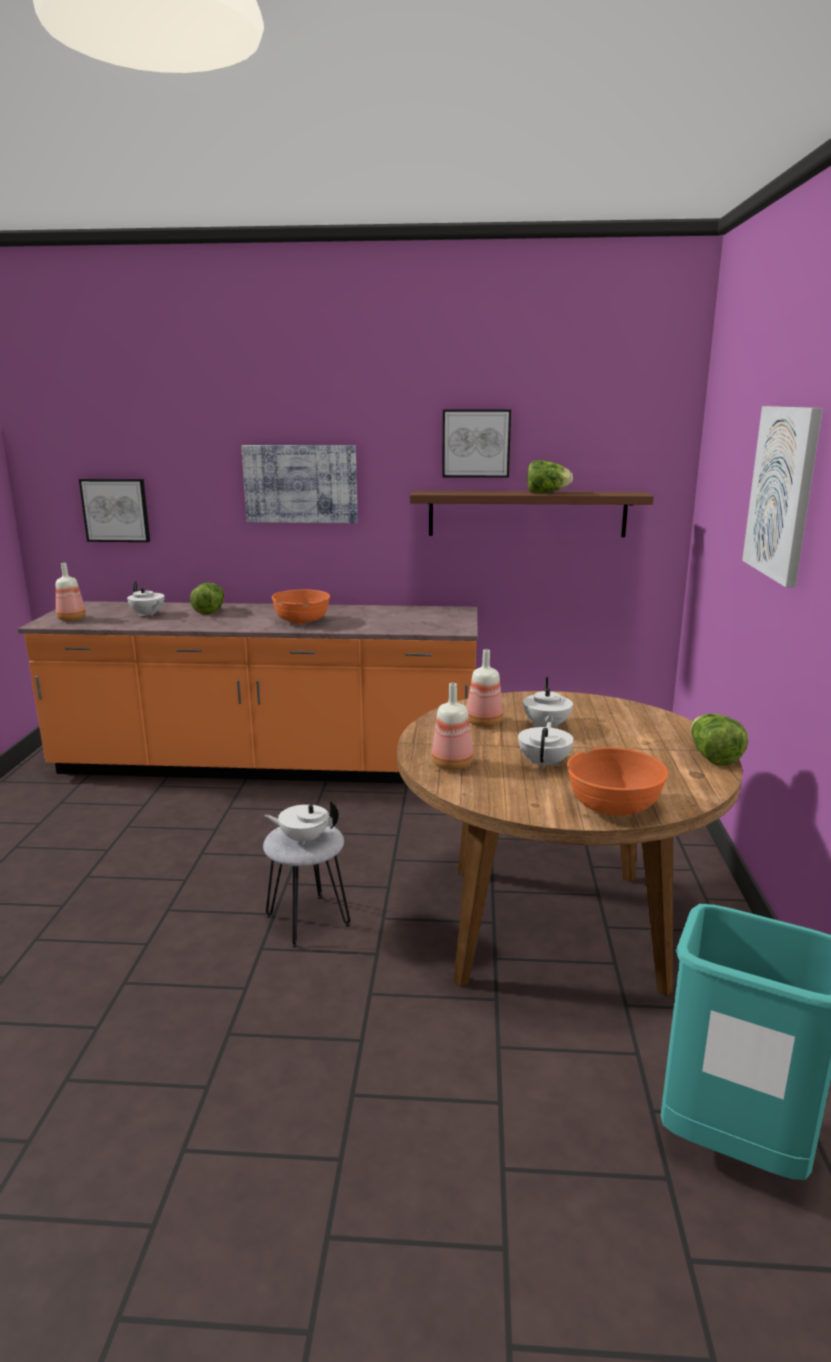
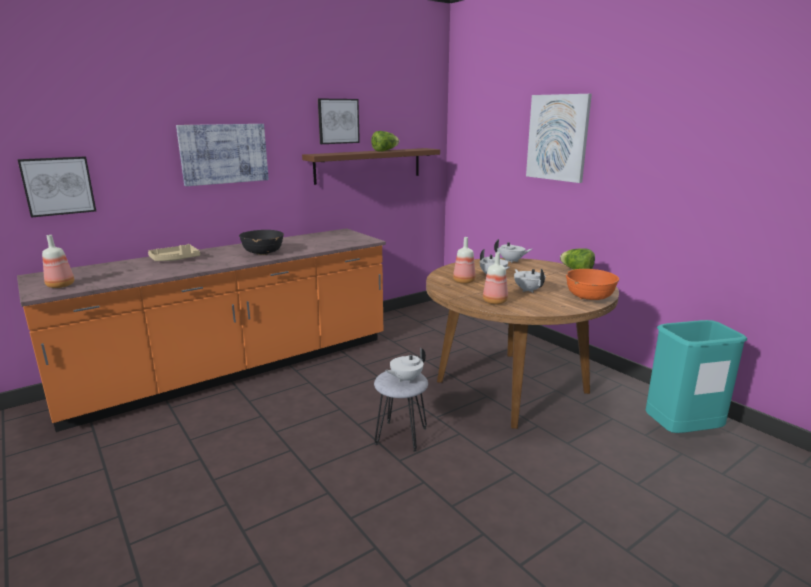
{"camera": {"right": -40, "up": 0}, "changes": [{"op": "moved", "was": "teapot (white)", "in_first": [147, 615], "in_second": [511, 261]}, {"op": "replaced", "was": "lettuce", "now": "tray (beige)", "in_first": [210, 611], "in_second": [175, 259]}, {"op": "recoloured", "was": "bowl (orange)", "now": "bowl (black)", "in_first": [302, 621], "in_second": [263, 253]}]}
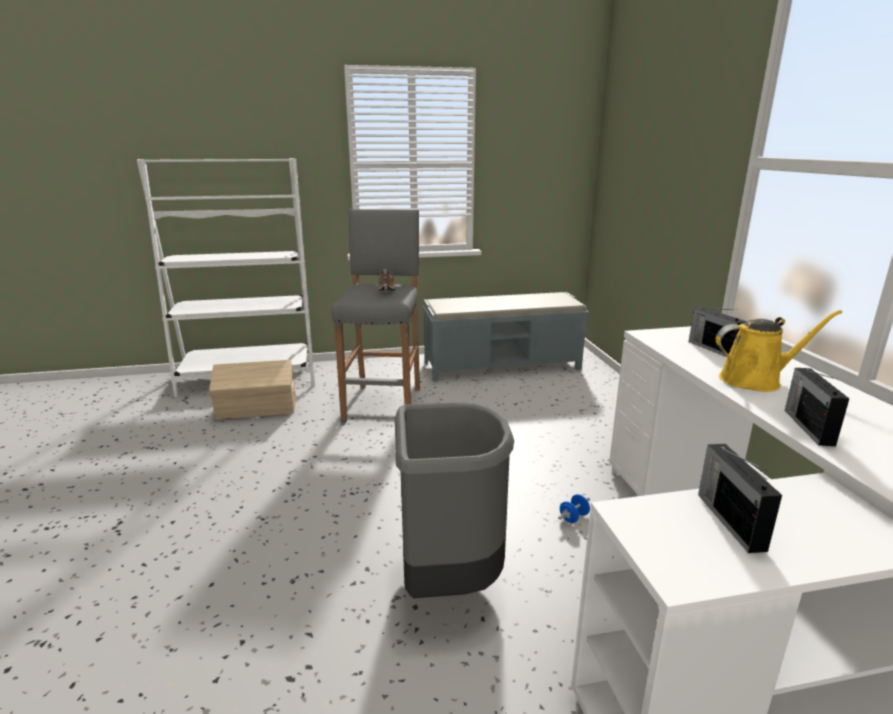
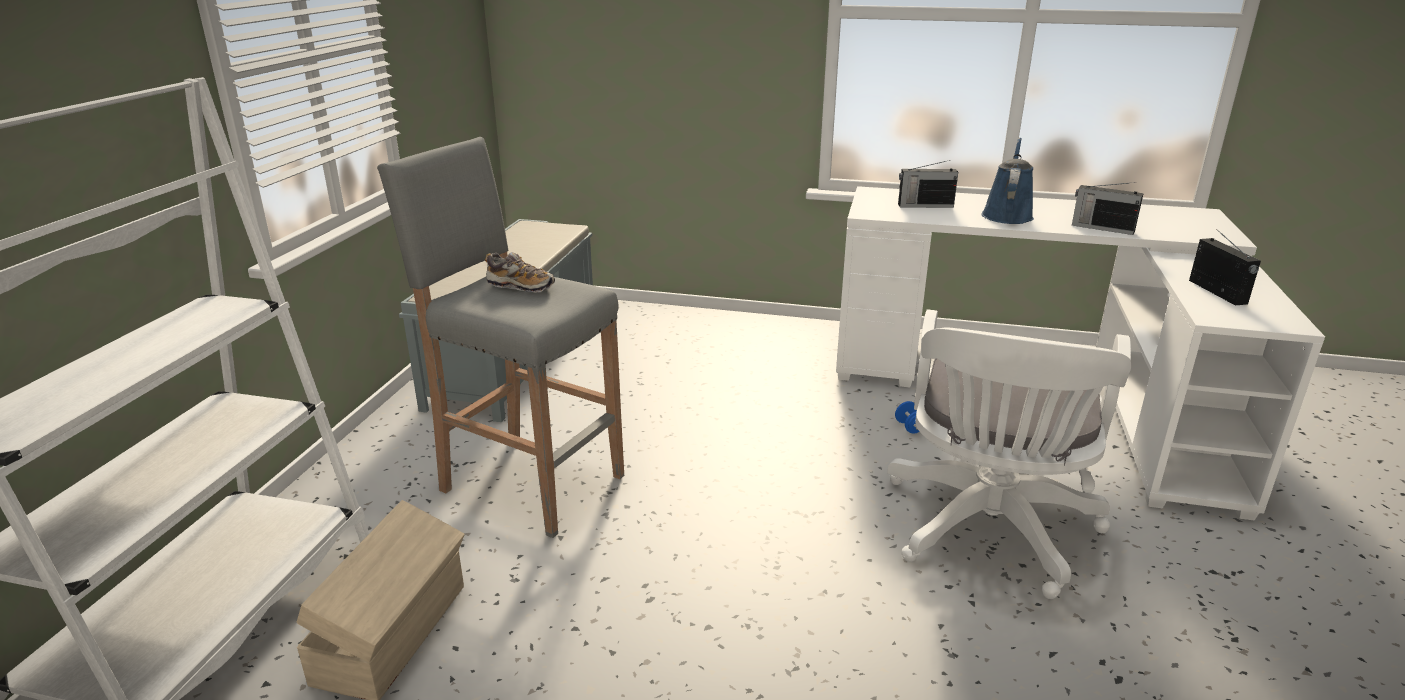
{"camera": {"right": -65, "up": 5}, "changes": [{"op": "replaced", "was": "trash can (grey)", "now": "office chair (white)", "in_first": [449, 581], "in_second": [988, 532]}, {"op": "recoloured", "was": "watering can (yellow)", "now": "watering can (blue)", "in_first": [755, 380], "in_second": [1007, 215]}, {"op": "turned", "was": "radio", "in_first": [729, 520], "in_second": [1218, 292], "clockwise": -120}]}
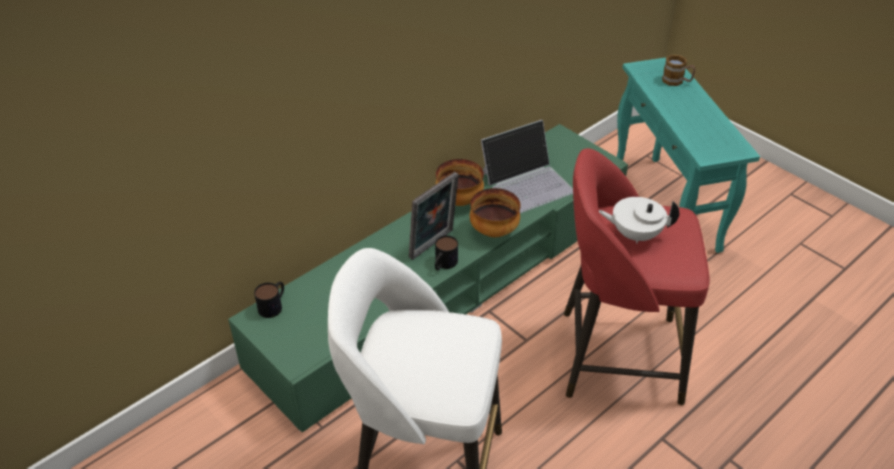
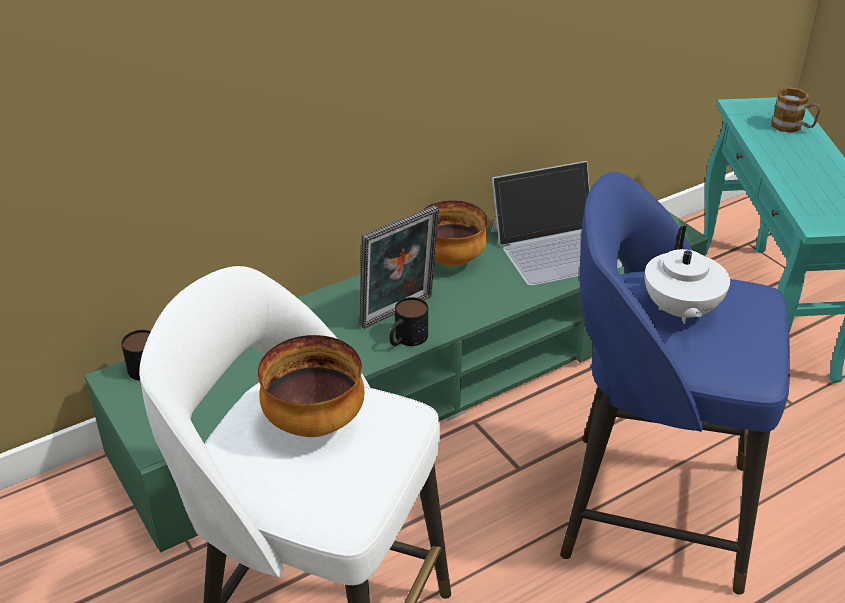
{"camera": {"right": 10, "up": -5}, "changes": [{"op": "moved", "was": "bowl", "in_first": [493, 230], "in_second": [314, 422]}, {"op": "recoloured", "was": "stool (red)", "now": "stool (blue)", "in_first": [615, 356], "in_second": [648, 508]}, {"op": "turned", "was": "teapot (white)", "in_first": [635, 234], "in_second": [680, 311], "clockwise": -105}]}
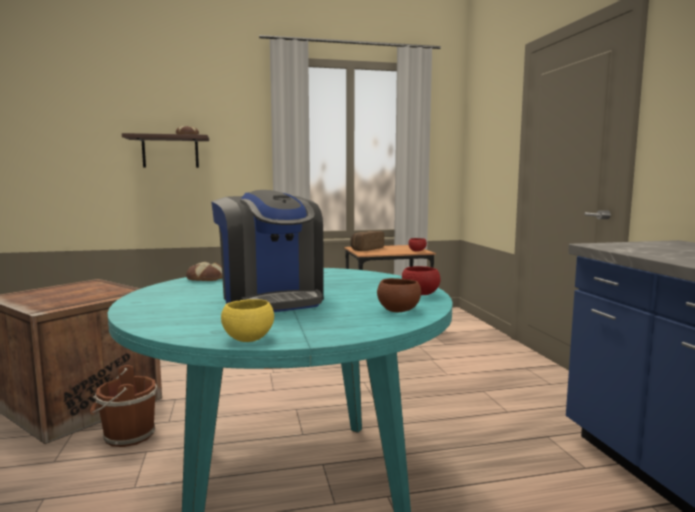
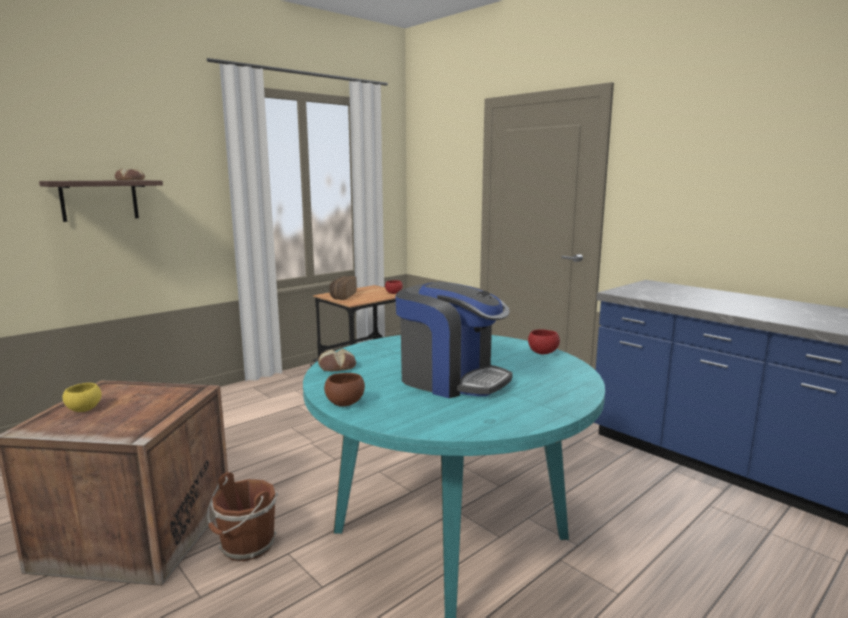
{"camera": {"right": -30, "up": 5}, "changes": [{"op": "moved", "was": "bowl (yellow)", "in_first": [248, 339], "in_second": [84, 409]}, {"op": "moved", "was": "bowl (brown)", "in_first": [398, 310], "in_second": [345, 403]}]}
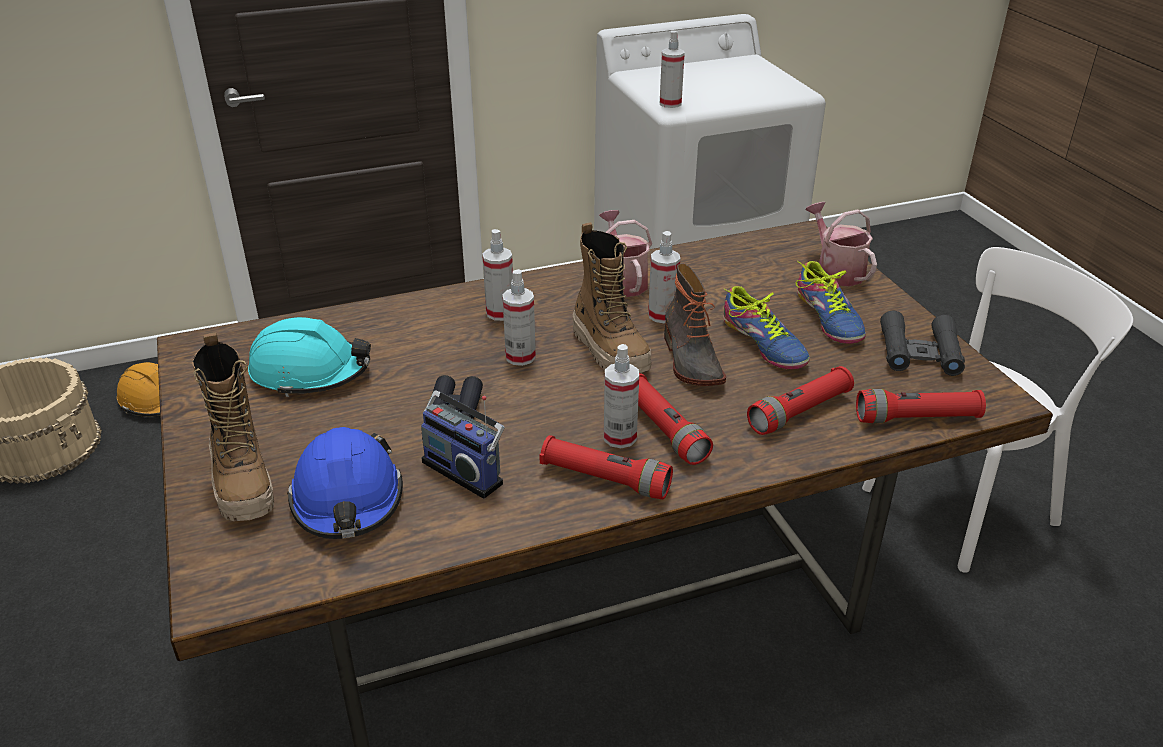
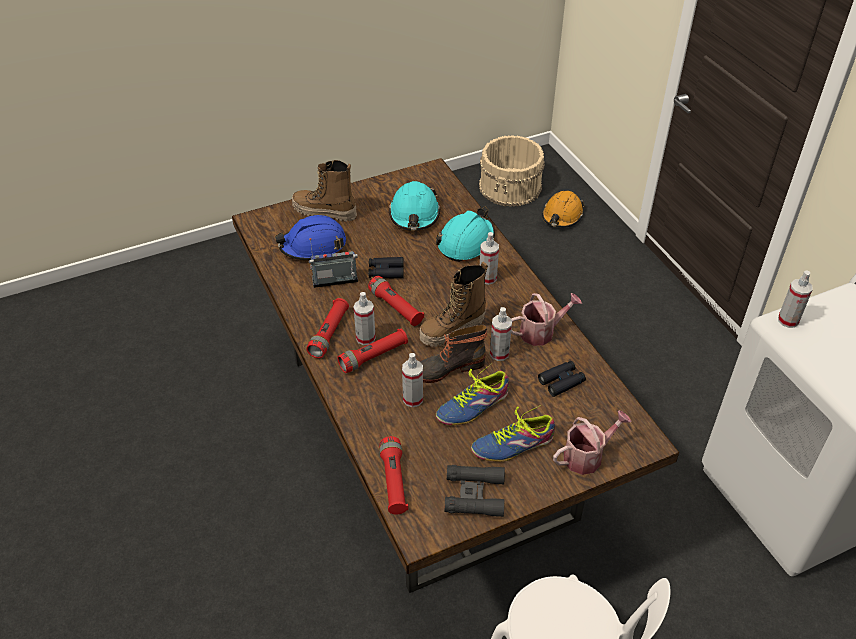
{"camera": {"right": 85, "up": 10}, "changes": [{"op": "added", "now": "hard hat (turquoise)", "in_second": [466, 242]}, {"op": "added", "now": "binoculars (black)", "in_second": [561, 382]}, {"op": "moved", "was": "spray bottle", "in_first": [520, 357], "in_second": [413, 399]}, {"op": "moved", "was": "flashlight (red)", "in_first": [799, 412], "in_second": [396, 307]}, {"op": "turned", "was": "boot", "in_first": [244, 483], "in_second": [324, 212], "clockwise": 45}, {"op": "turned", "was": "radio", "in_first": [465, 470], "in_second": [335, 282], "clockwise": 45}]}
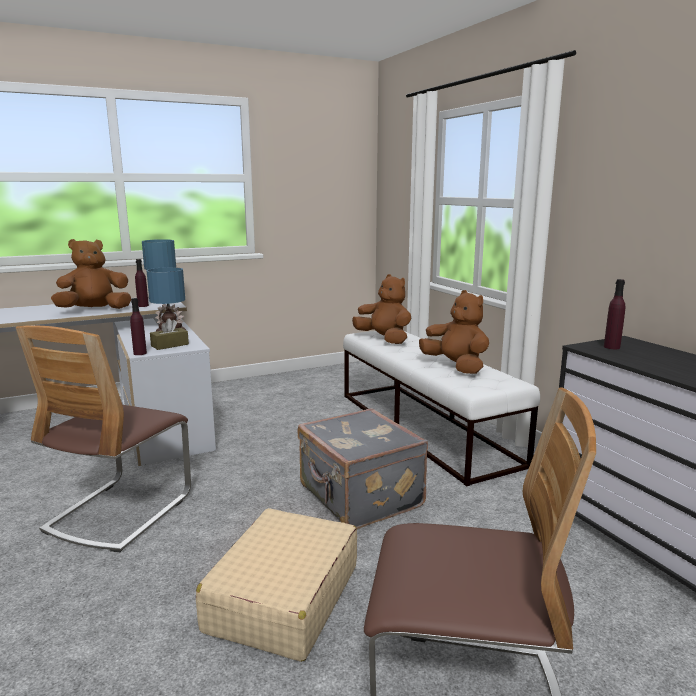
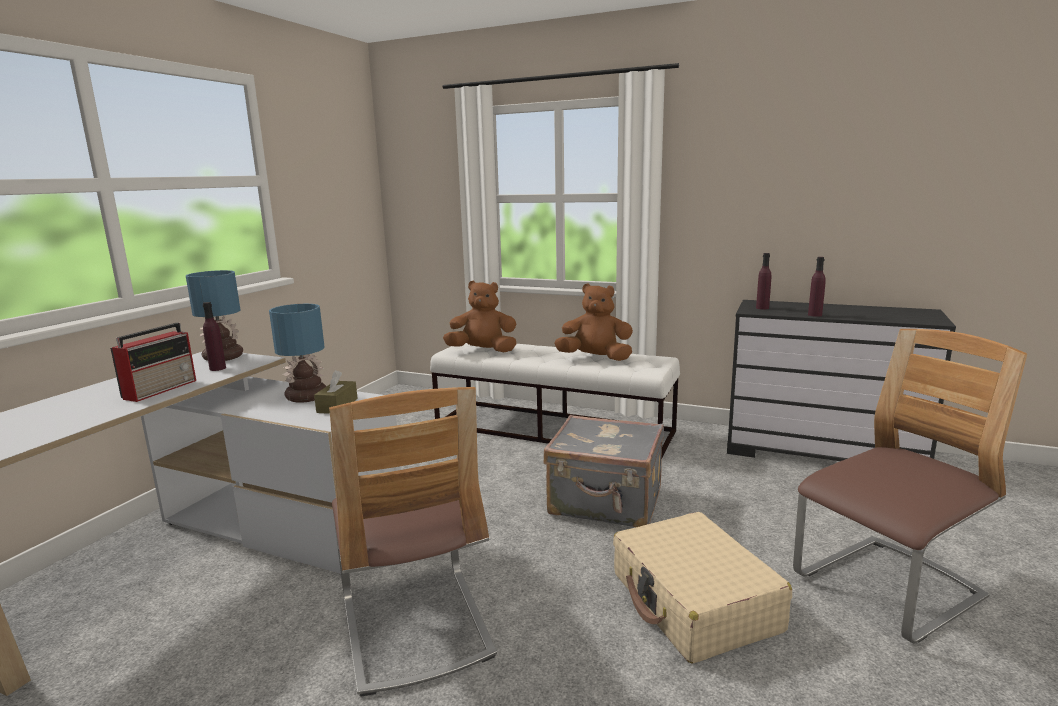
{"camera": {"right": -40, "up": 0}, "changes": [{"op": "moved", "was": "bottle (purple)", "in_first": [140, 353], "in_second": [814, 315]}, {"op": "replaced", "was": "plush toy (brown)", "now": "radio", "in_first": [95, 310], "in_second": [161, 389]}]}
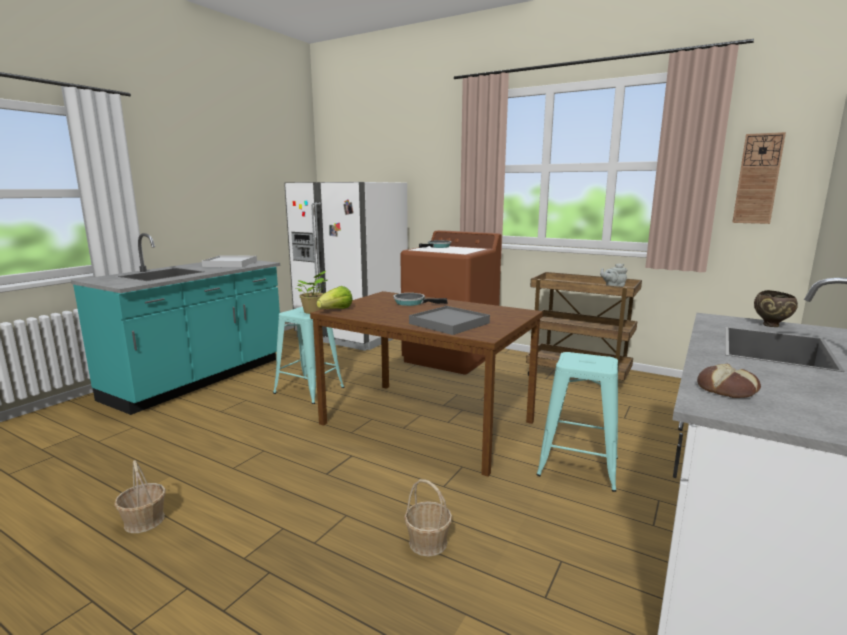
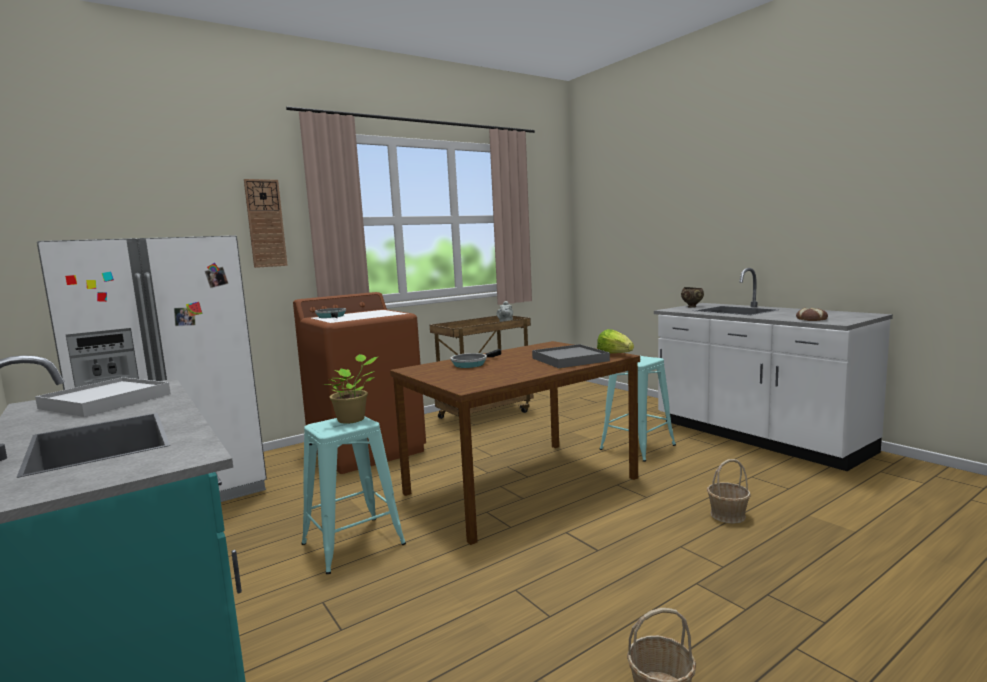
{"camera": {"right": -65, "up": -5}, "changes": [{"op": "moved", "was": "lettuce", "in_first": [336, 310], "in_second": [615, 354]}, {"op": "moved", "was": "wall clock", "in_first": [757, 179], "in_second": [265, 223]}]}
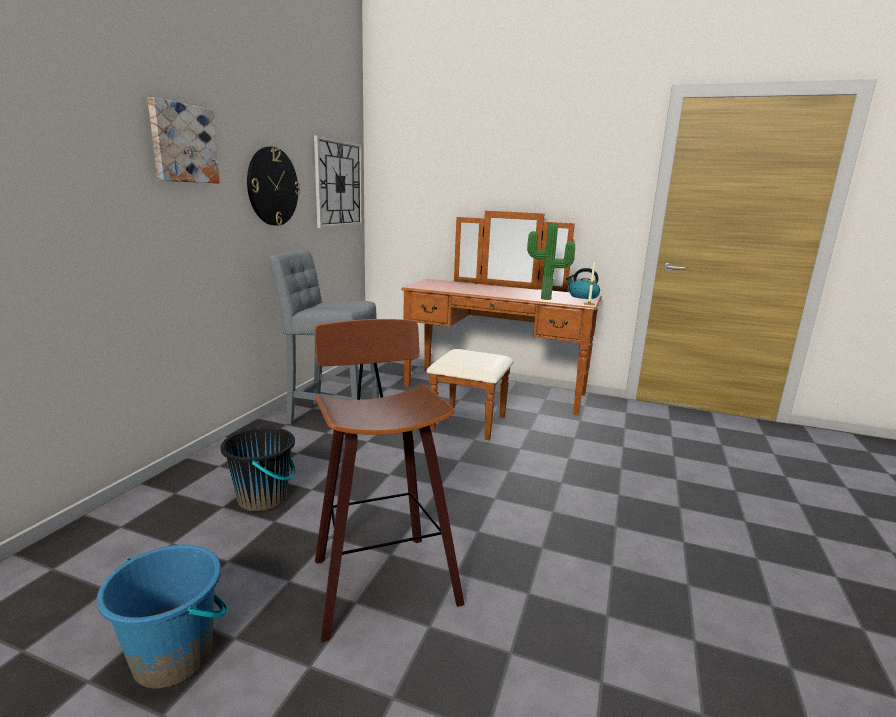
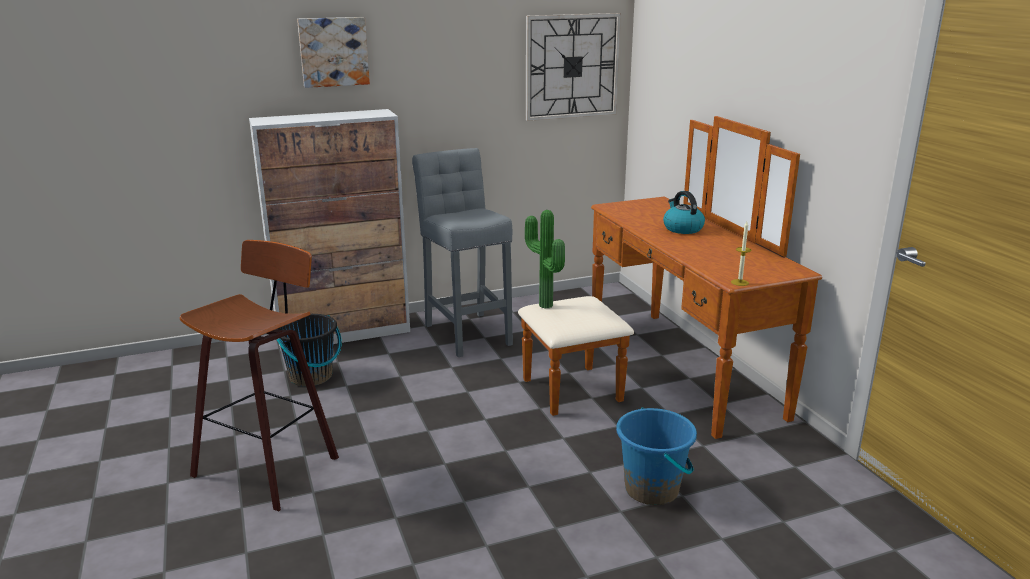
{"camera": {"right": 50, "up": 5}, "changes": [{"op": "removed", "was": "wall clock", "in_first": [272, 186]}, {"op": "added", "now": "cabinet", "in_second": [344, 333]}, {"op": "moved", "was": "bucket (blue)", "in_first": [174, 657], "in_second": [652, 489]}, {"op": "moved", "was": "potted plant", "in_first": [546, 299], "in_second": [543, 306]}, {"op": "moved", "was": "kettle", "in_first": [582, 296], "in_second": [682, 228]}]}
